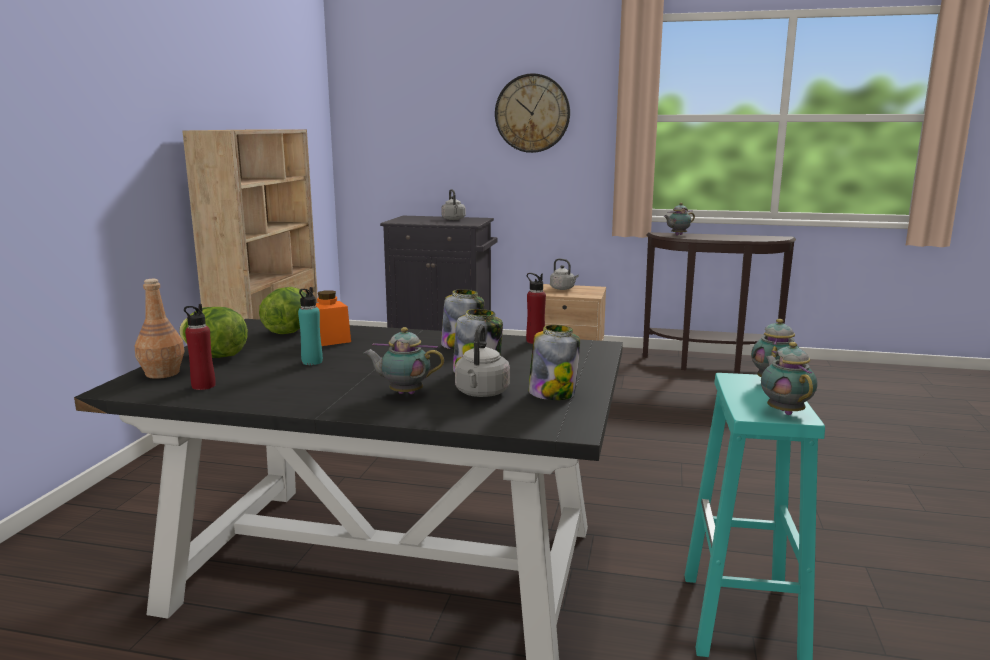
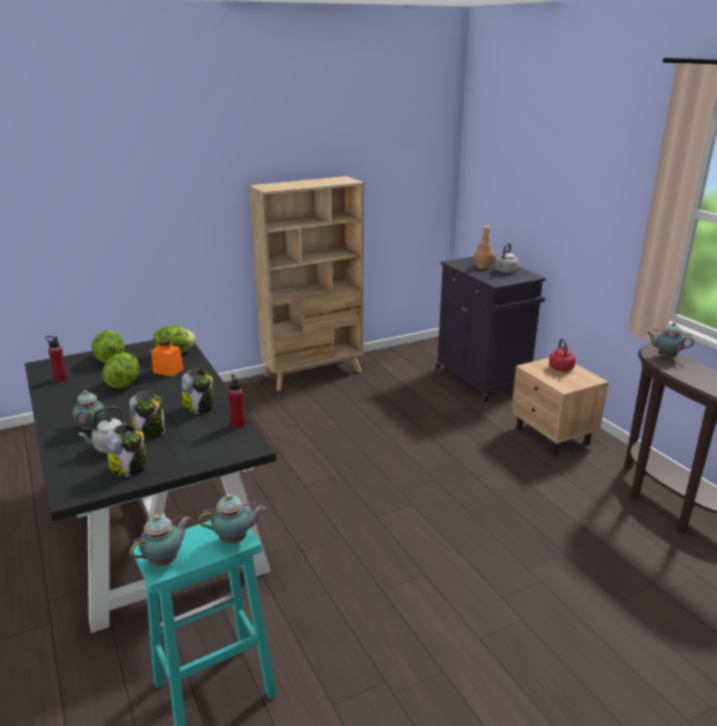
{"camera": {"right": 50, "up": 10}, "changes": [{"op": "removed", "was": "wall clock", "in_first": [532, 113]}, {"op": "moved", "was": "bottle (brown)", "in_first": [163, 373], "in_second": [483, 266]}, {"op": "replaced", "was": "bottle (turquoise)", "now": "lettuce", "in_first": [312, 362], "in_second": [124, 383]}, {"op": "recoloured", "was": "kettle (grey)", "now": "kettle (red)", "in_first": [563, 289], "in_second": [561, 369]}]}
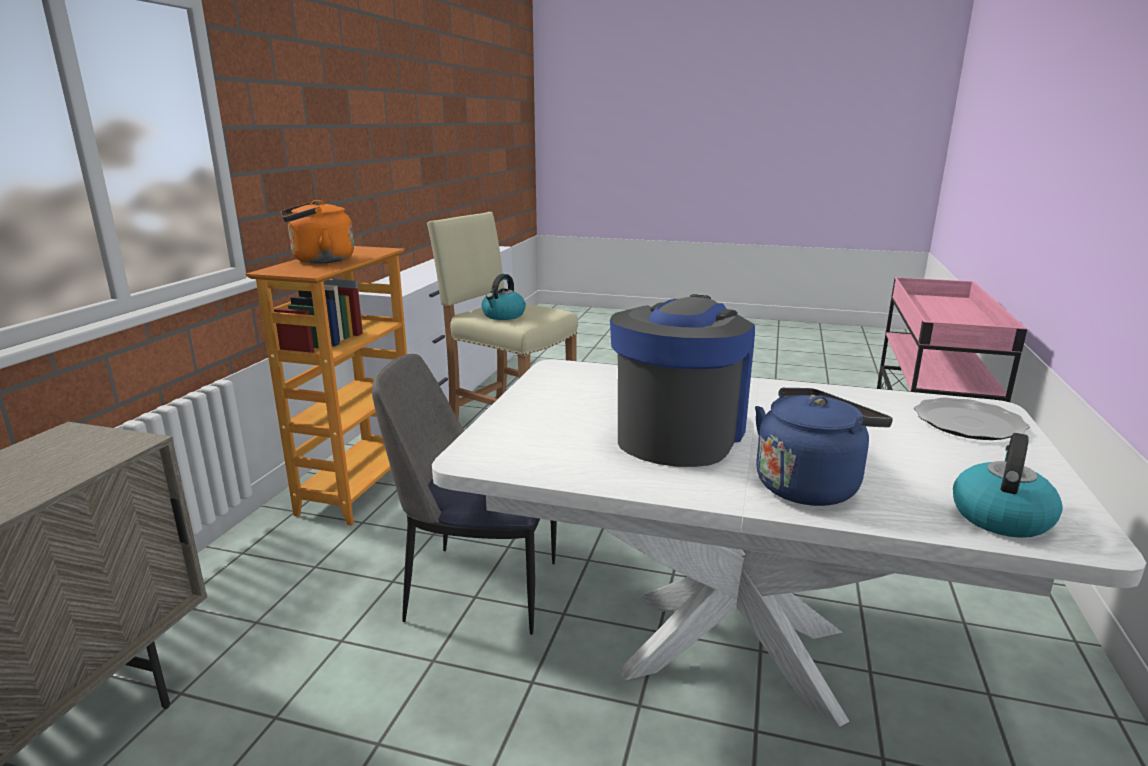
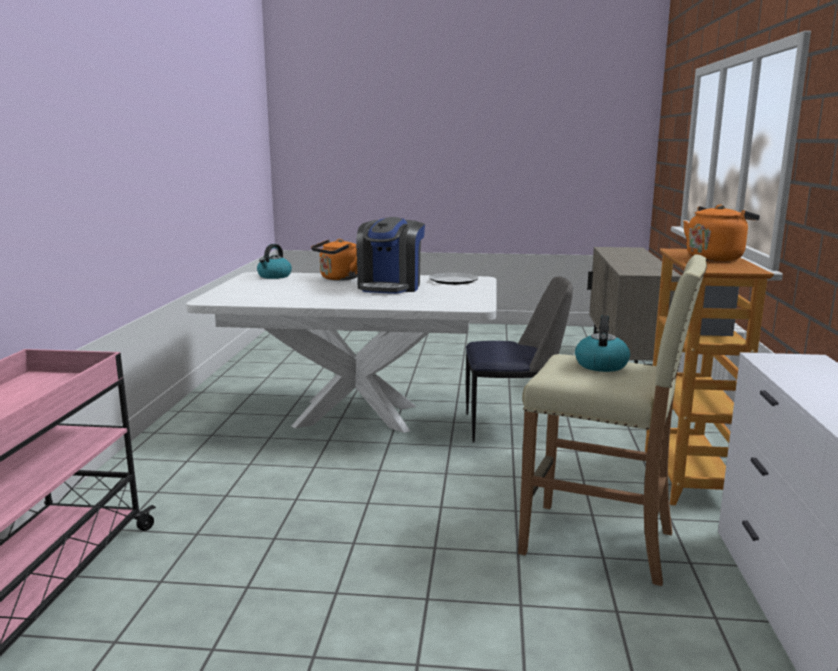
{"camera": {"right": 170, "up": -5}, "changes": [{"op": "moved", "was": "plate", "in_first": [969, 423], "in_second": [453, 280]}, {"op": "recoloured", "was": "kettle (blue)", "now": "kettle (orange)", "in_first": [810, 485], "in_second": [338, 278]}]}
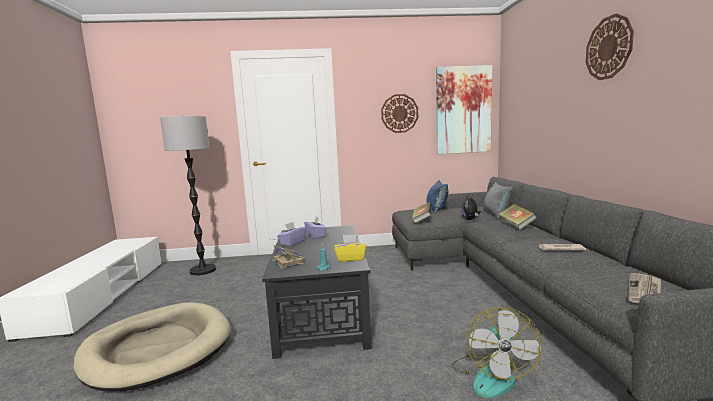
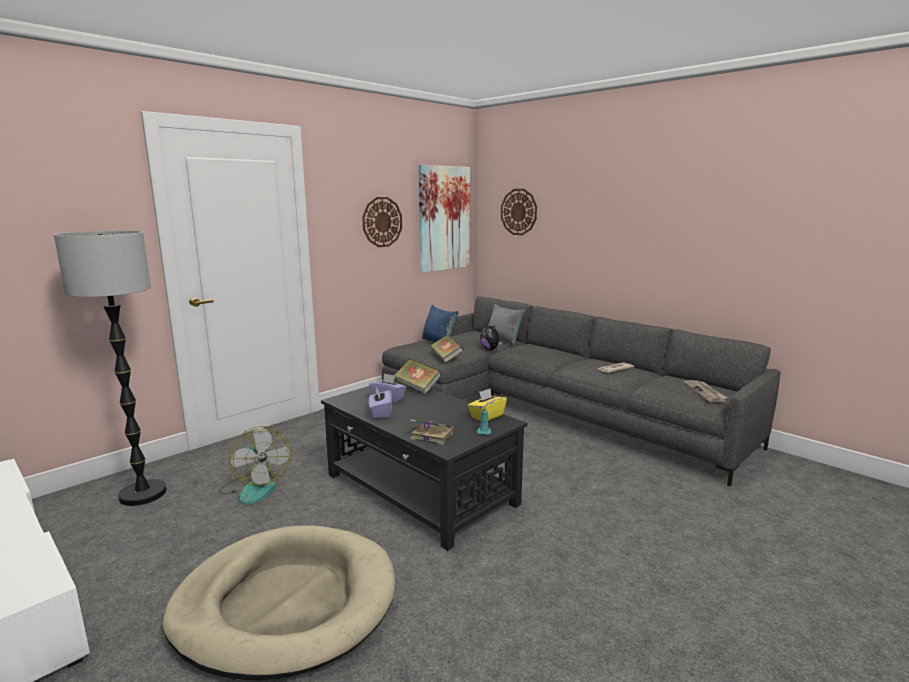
{"camera": {"right": -40, "up": 5}, "changes": [{"op": "moved", "was": "fan", "in_first": [491, 375], "in_second": [255, 487]}, {"op": "moved", "was": "book", "in_first": [516, 226], "in_second": [417, 388]}, {"op": "moved", "was": "wall clock", "in_first": [609, 48], "in_second": [519, 212]}]}
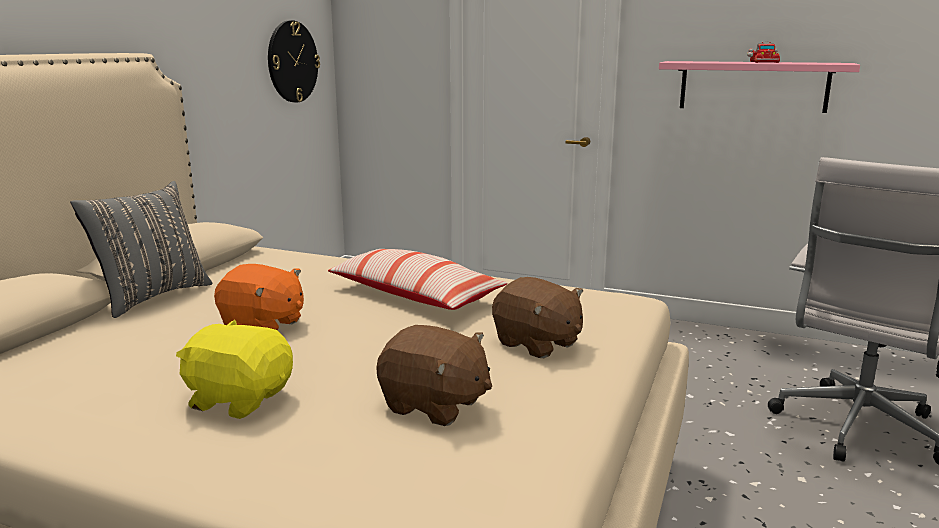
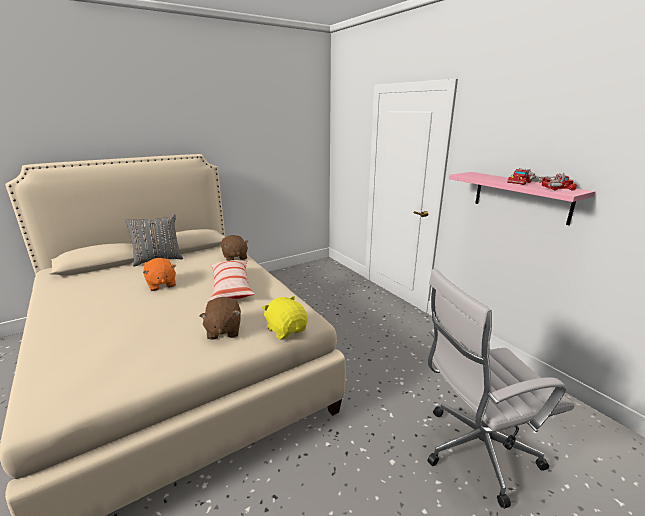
{"camera": {"right": 35, "up": 5}, "changes": [{"op": "removed", "was": "wall clock", "in_first": [292, 62]}, {"op": "added", "now": "toy truck", "in_second": [553, 188]}, {"op": "moved", "was": "plush toy (yellow)", "in_first": [239, 399], "in_second": [286, 330]}, {"op": "moved", "was": "plush toy (brown)", "in_first": [434, 405], "in_second": [235, 257]}]}
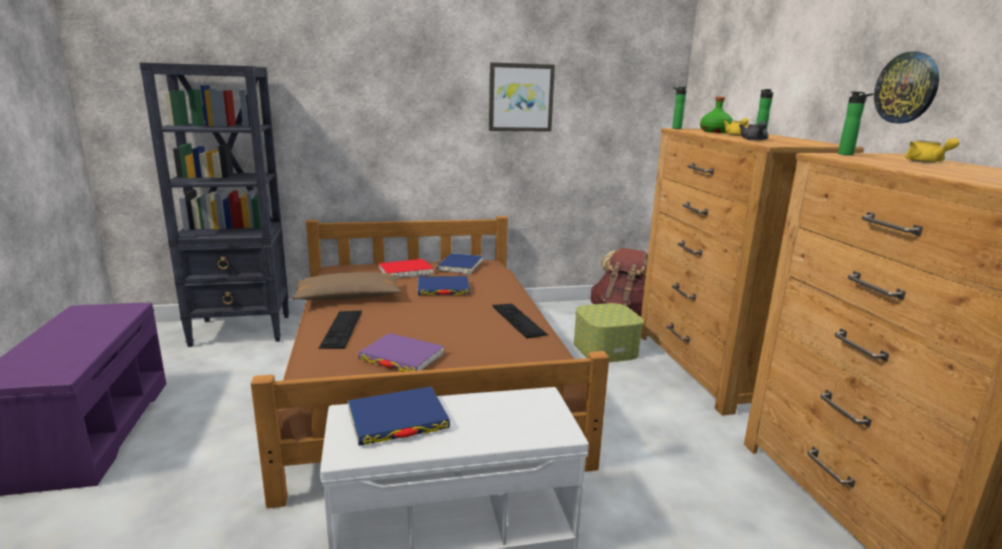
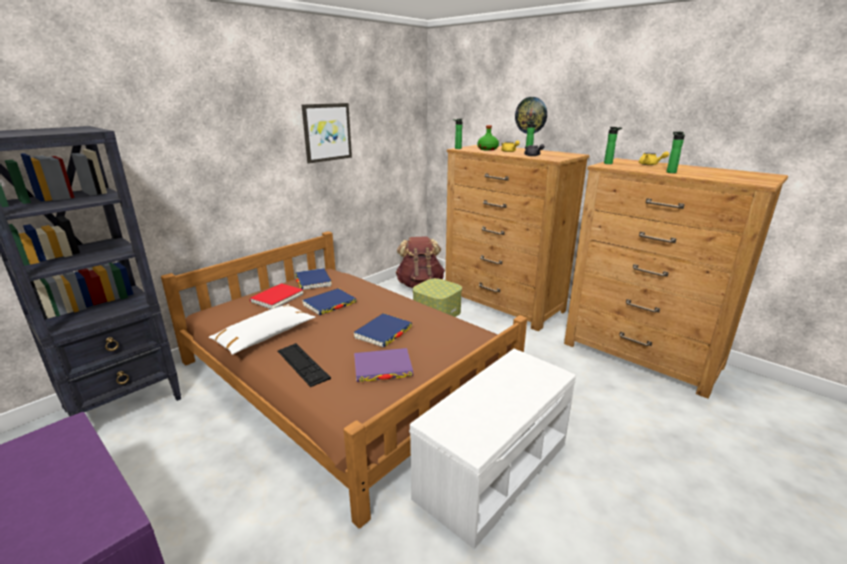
{"camera": {"right": -35, "up": 5}, "changes": [{"op": "removed", "was": "keyboard", "in_first": [518, 320]}, {"op": "added", "now": "bottle", "in_second": [670, 172]}, {"op": "moved", "was": "book (blue)", "in_first": [397, 420], "in_second": [383, 332]}, {"op": "moved", "was": "wall clock", "in_first": [906, 88], "in_second": [531, 115]}, {"op": "recoloured", "was": "pillow (brown)", "now": "pillow (white)", "in_first": [348, 297], "in_second": [265, 336]}]}
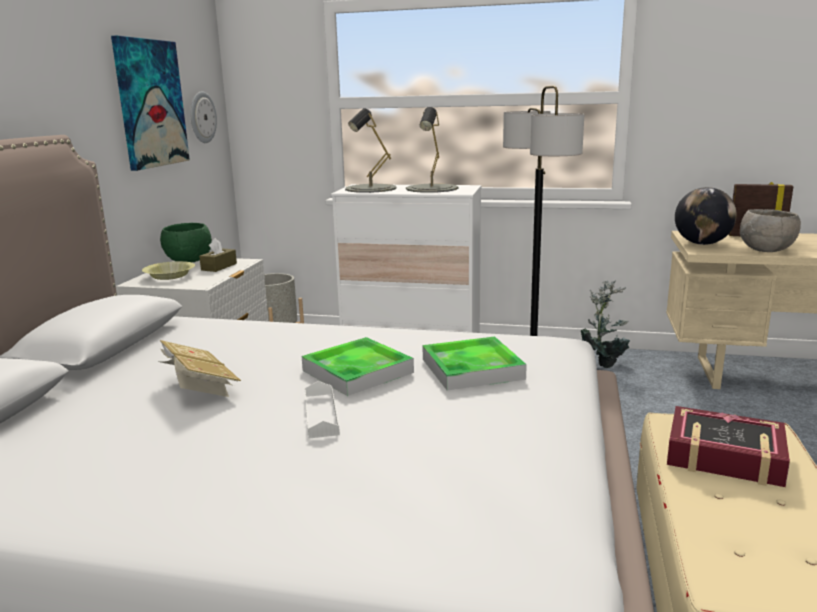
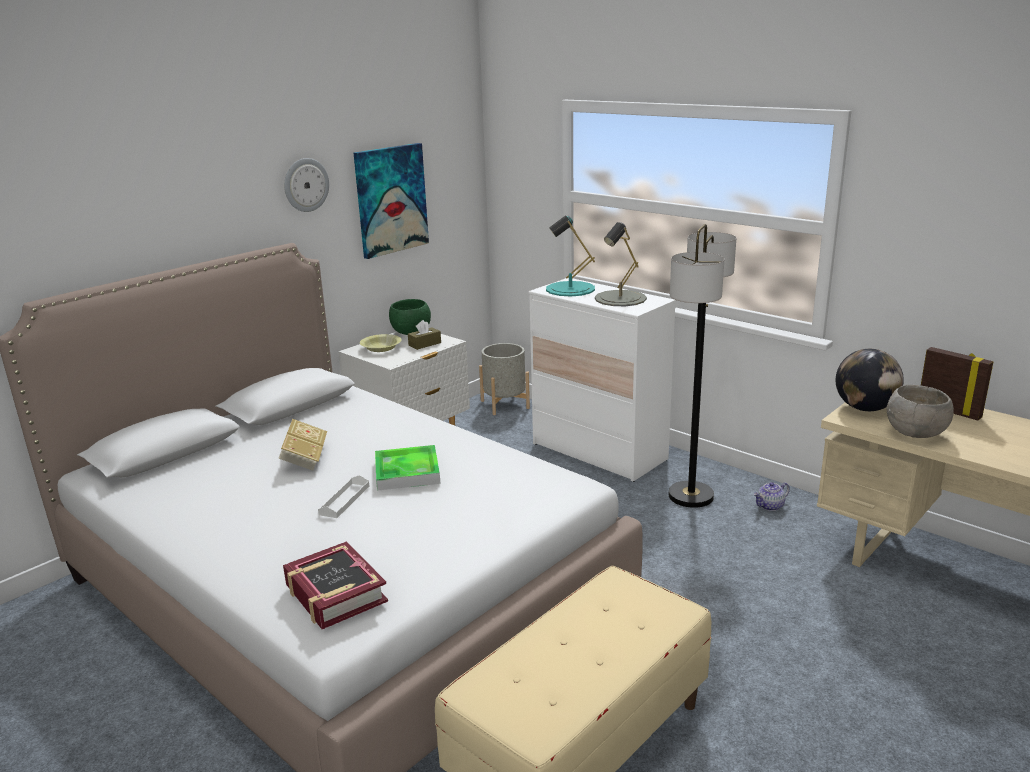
{"camera": {"right": 30, "up": 5}, "changes": [{"op": "removed", "was": "tray", "in_first": [472, 369]}, {"op": "moved", "was": "wall clock", "in_first": [202, 117], "in_second": [306, 185]}, {"op": "moved", "was": "book", "in_first": [724, 456], "in_second": [335, 593]}, {"op": "replaced", "was": "potted plant", "now": "teapot", "in_first": [601, 364], "in_second": [770, 506]}, {"op": "recoloured", "was": "table lamp (grey)", "now": "table lamp (turquoise)", "in_first": [371, 188], "in_second": [570, 289]}]}
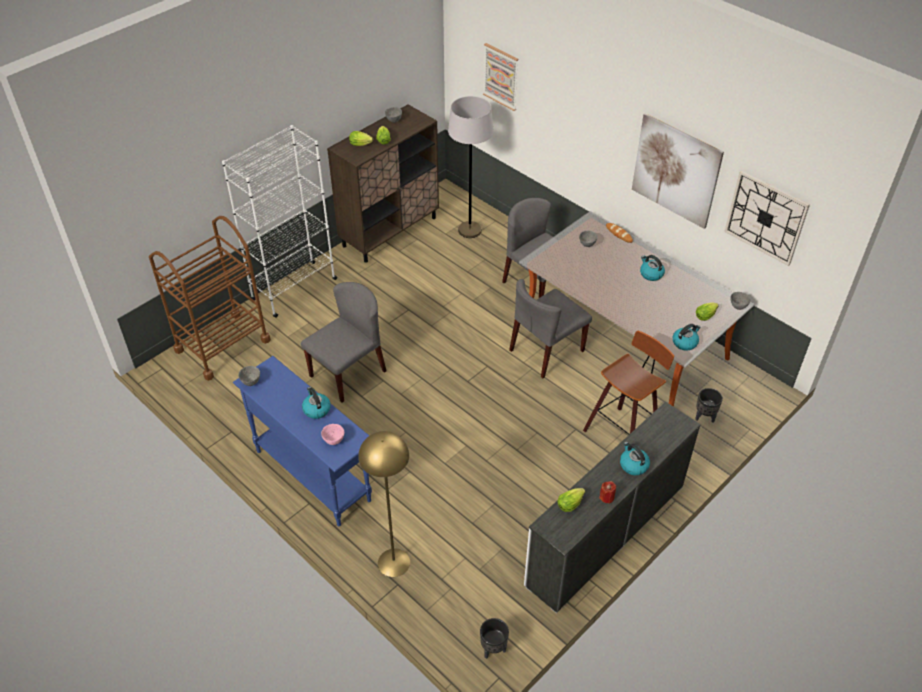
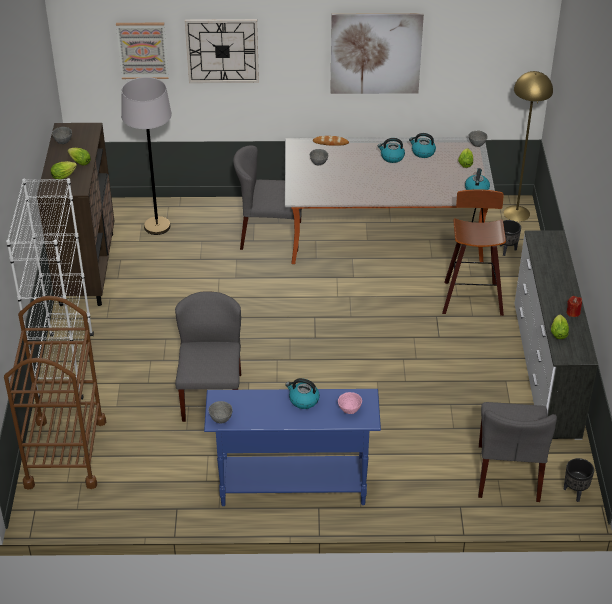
{"camera": {"right": -45, "up": -5}, "changes": [{"op": "moved", "was": "floor lamp (yellow)", "in_first": [394, 562], "in_second": [516, 213]}, {"op": "moved", "was": "chair (grey)", "in_first": [546, 351], "in_second": [508, 473]}, {"op": "moved", "was": "kettle", "in_first": [633, 465], "in_second": [422, 152]}, {"op": "moved", "was": "wall clock", "in_first": [766, 217], "in_second": [222, 50]}]}
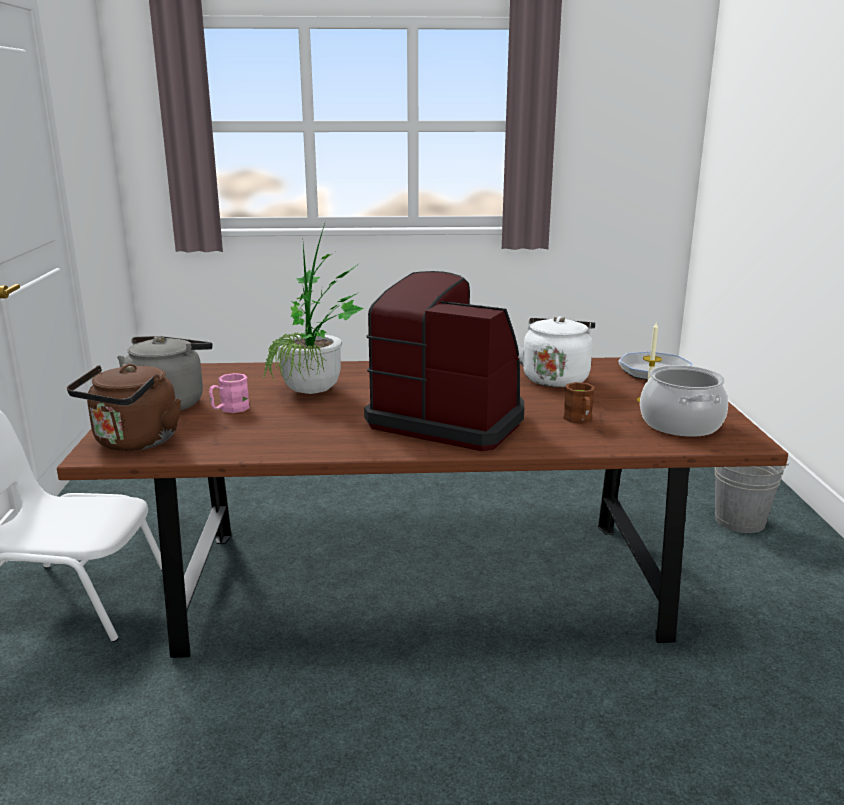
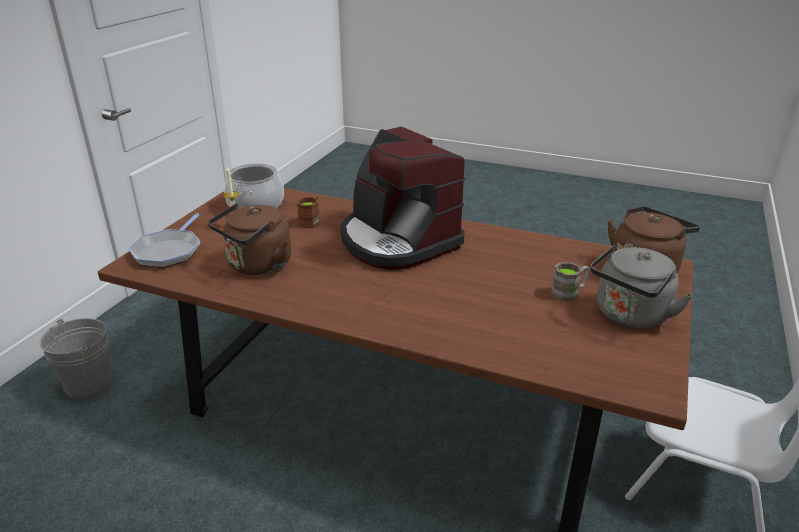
{"camera": {"right": -155, "up": 10}, "changes": [{"op": "removed", "was": "potted plant", "in_first": [315, 395]}, {"op": "recoloured", "was": "mug (pink)", "now": "mug (brown)", "in_first": [229, 409], "in_second": [569, 292]}, {"op": "recoloured", "was": "kettle (white)", "now": "kettle (brown)", "in_first": [555, 378], "in_second": [257, 266]}]}
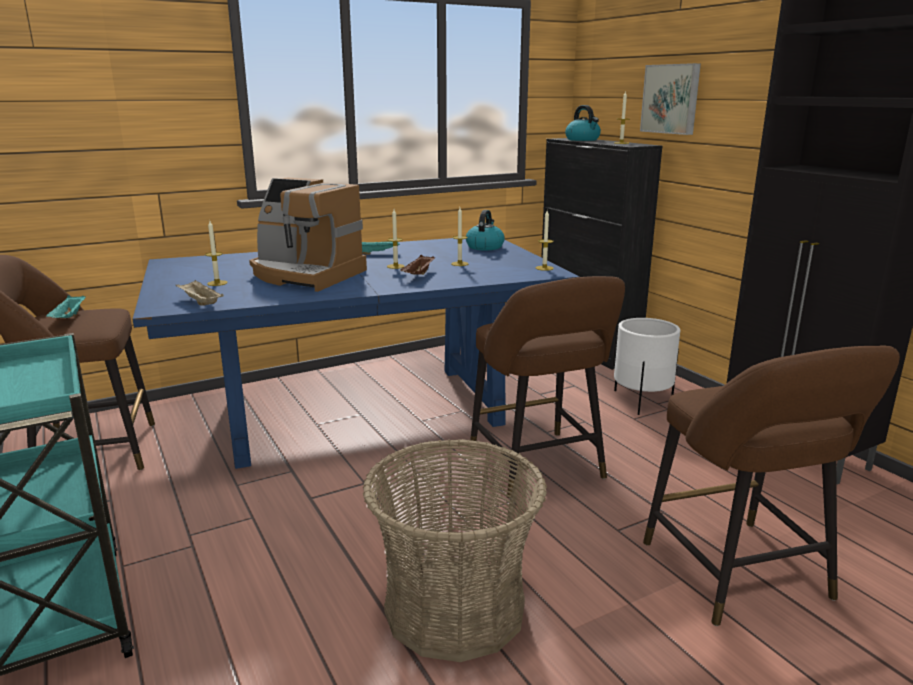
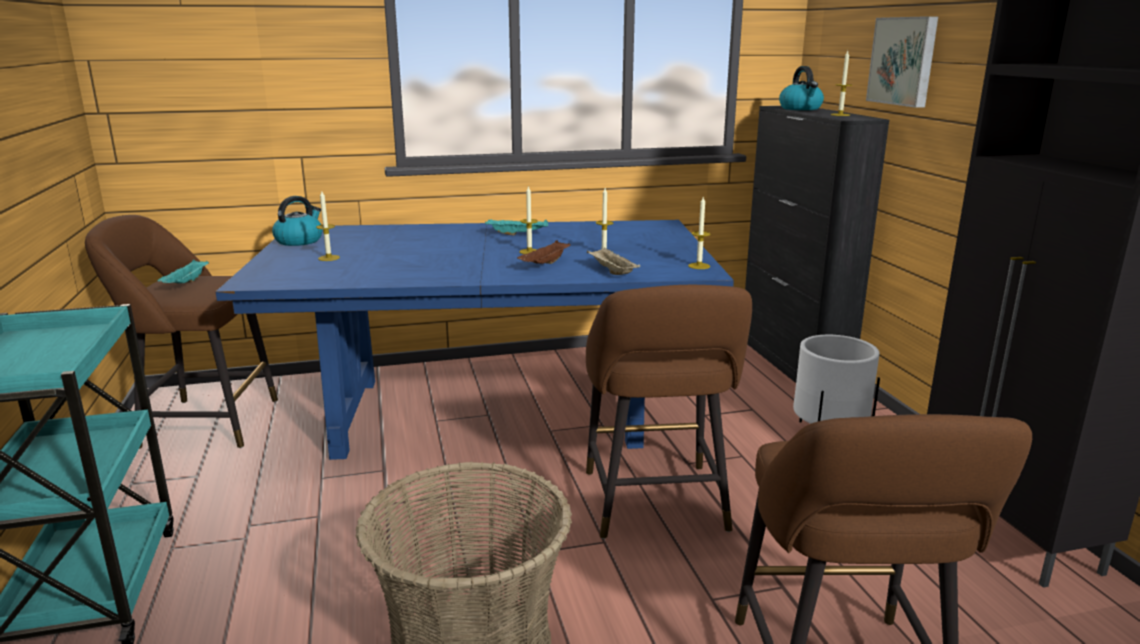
{"camera": {"right": 15, "up": 0}, "changes": [{"op": "removed", "was": "coffee machine", "in_first": [306, 275]}, {"op": "moved", "was": "tray (beige)", "in_first": [200, 302], "in_second": [611, 271]}, {"op": "moved", "was": "kettle", "in_first": [484, 247], "in_second": [299, 241]}]}
